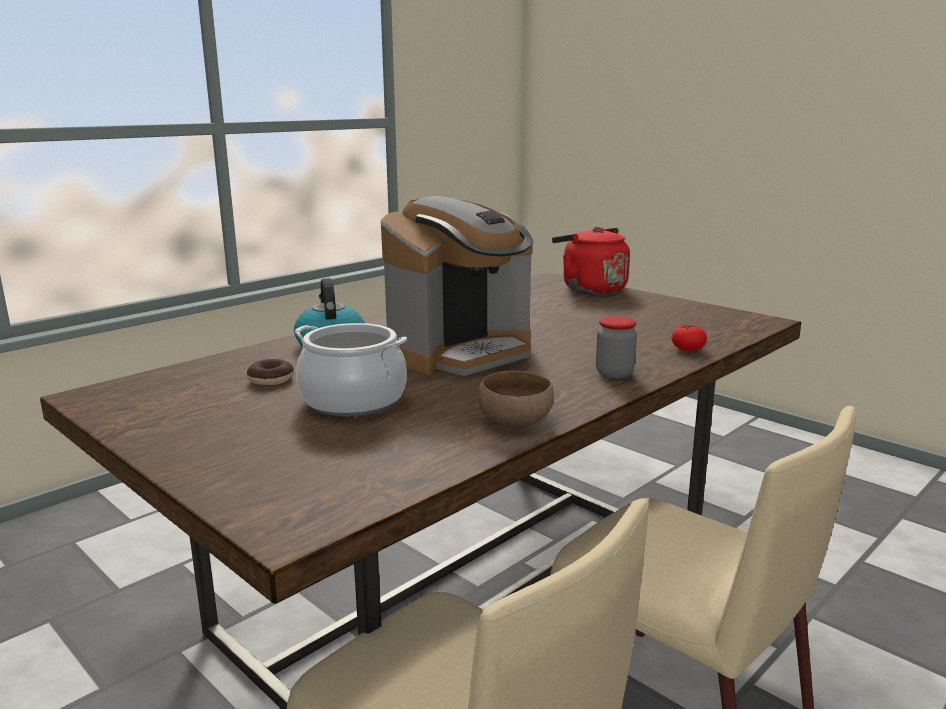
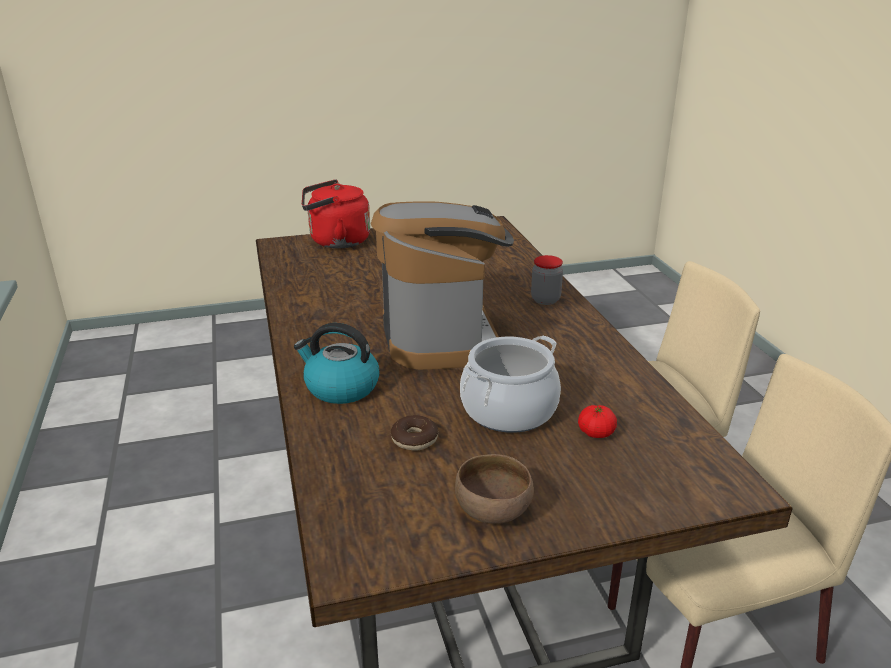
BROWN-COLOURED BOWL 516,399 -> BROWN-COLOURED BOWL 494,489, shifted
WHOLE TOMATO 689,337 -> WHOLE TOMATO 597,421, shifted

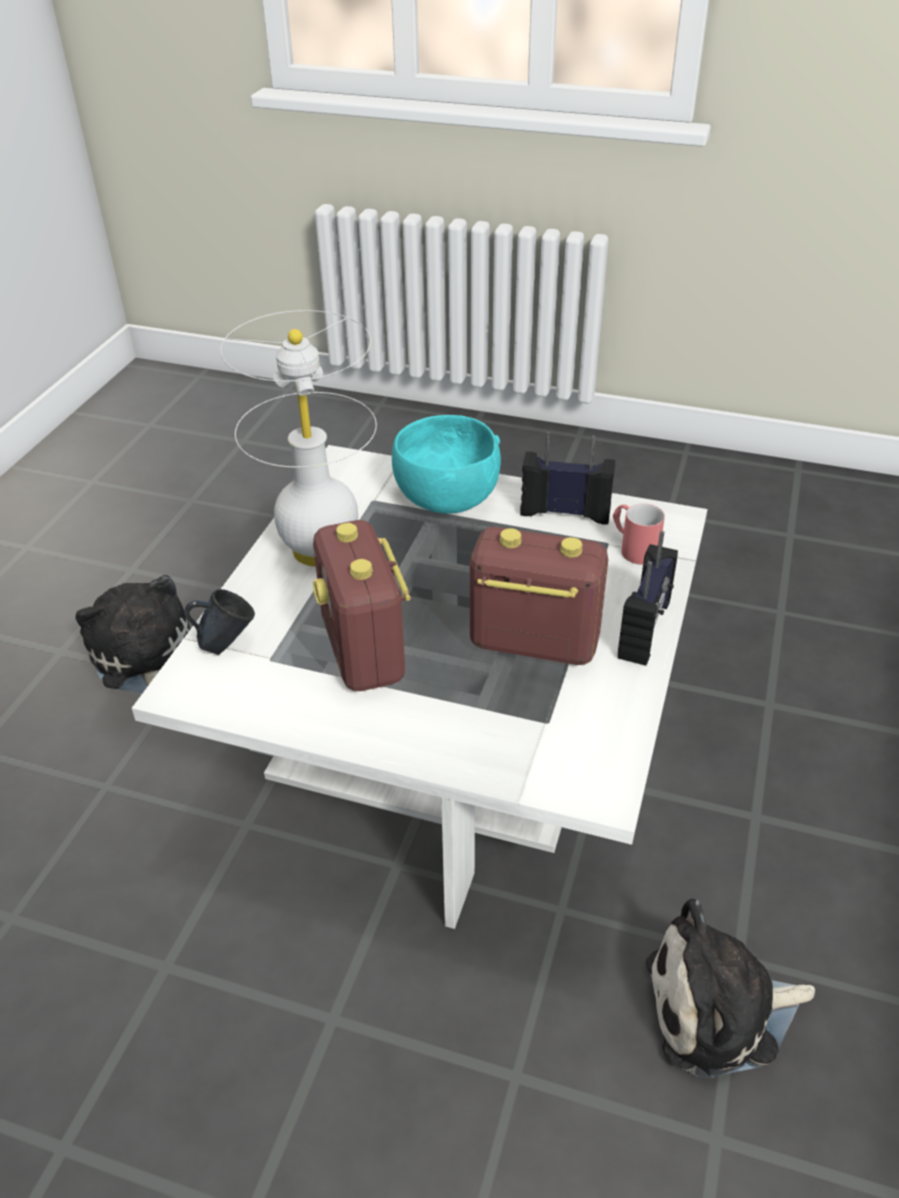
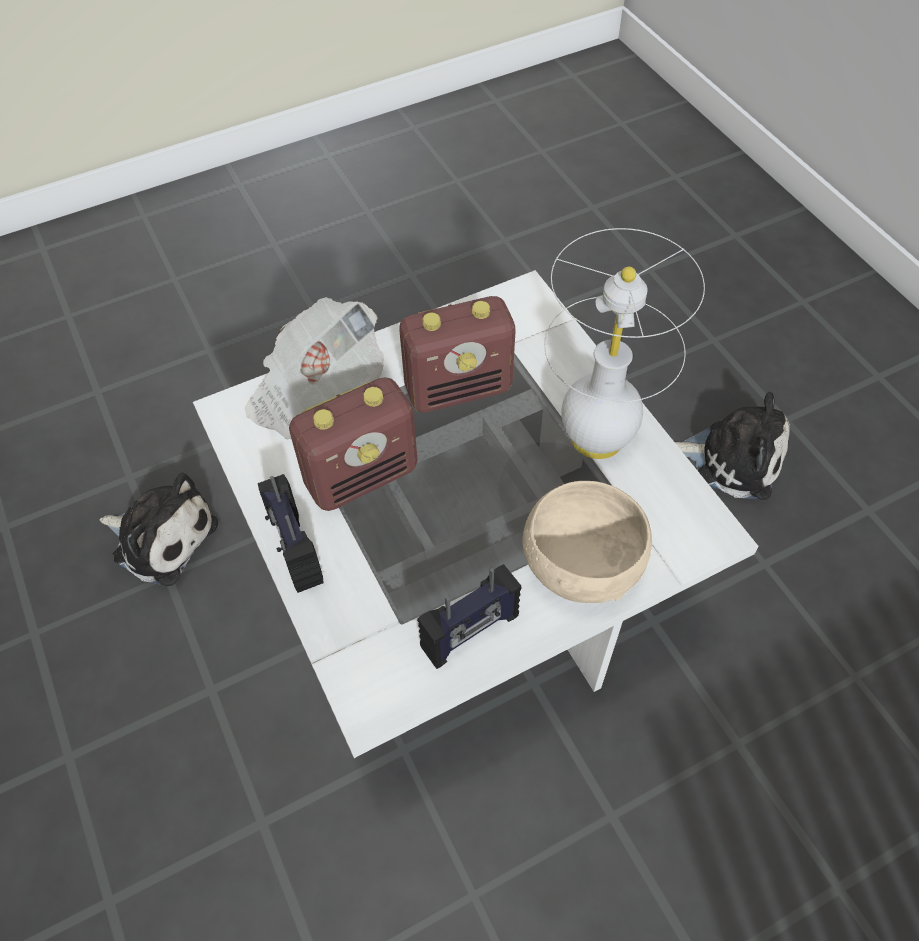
BLUE-COLOURED COFFEE MUG 219,622 -> none
REDDISH COFFEE MUG 639,534 -> none
none -> PRINTED PAPER 314,368
TURQUOISE-COLOURED BOWL 446,464 -> SAND-COLOURED BOWL 587,542
RADIO 362,605 -> RADIO 457,354, 135 degrees clockwise
SOFT TOY 730,988 -> SOFT TOY 159,529, 75 degrees clockwise

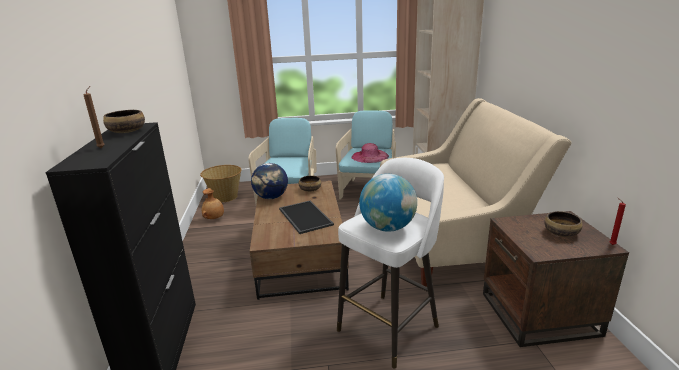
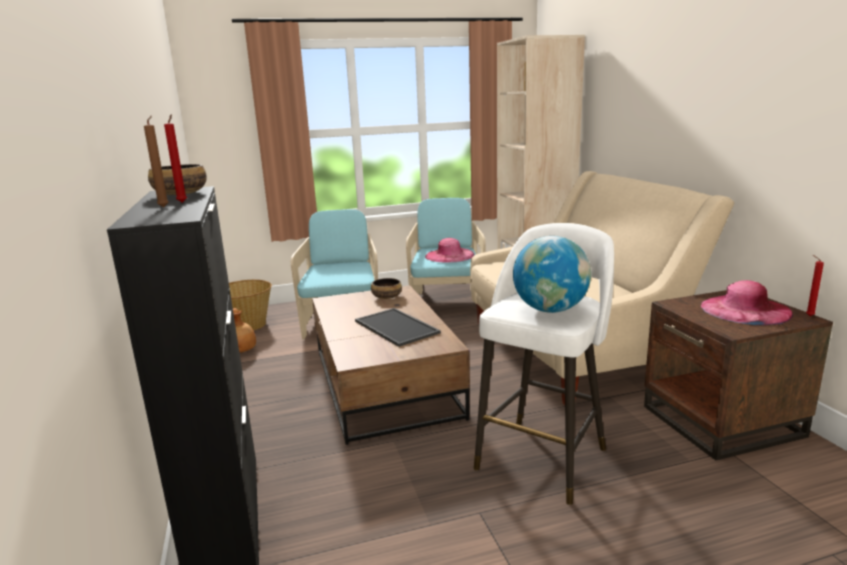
WORLD GLOBE 269,181 -> none
none -> REDDISH WAX CANDLE 175,159
BOWL 563,224 -> PINKISH WEARABLE HAT 747,302

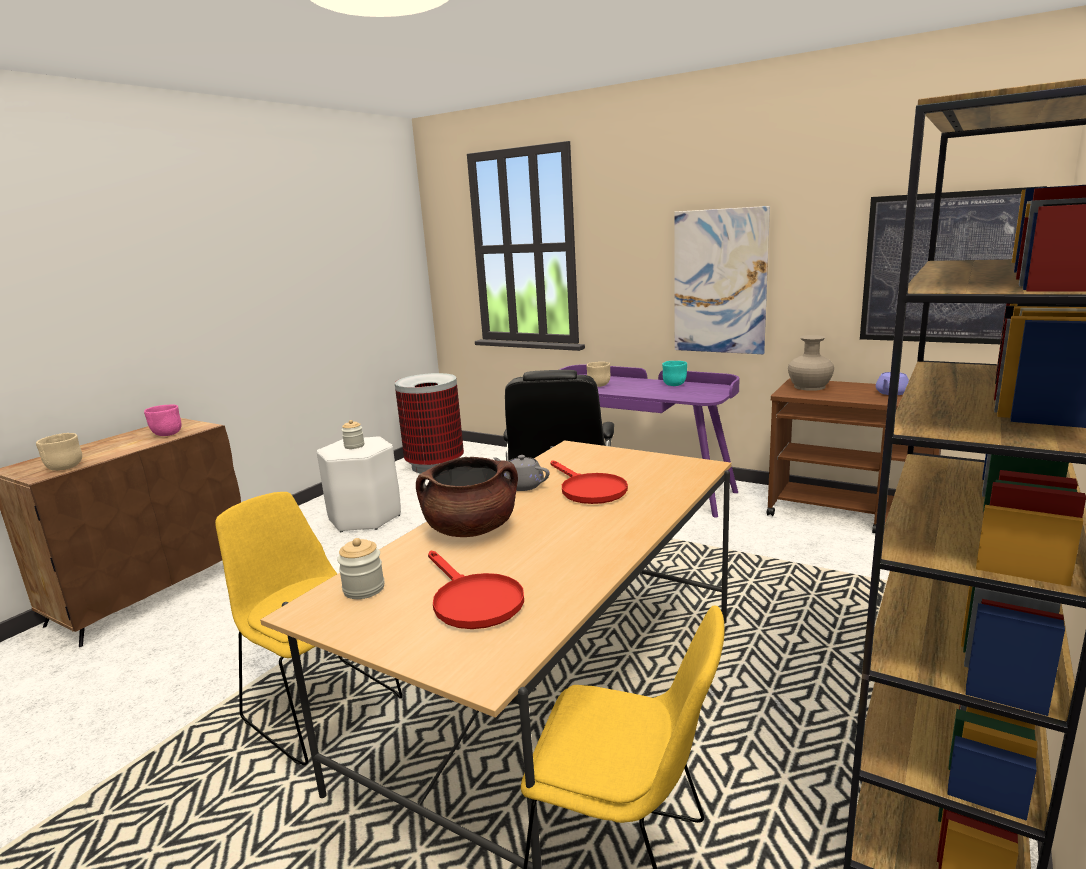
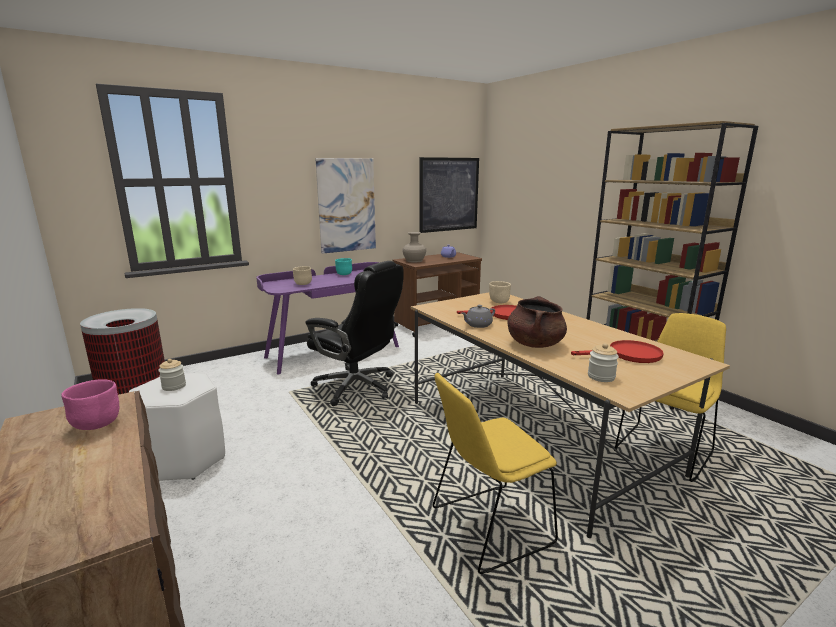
SAND-COLOURED BOWL 59,452 -> SAND-COLOURED BOWL 500,292, shifted

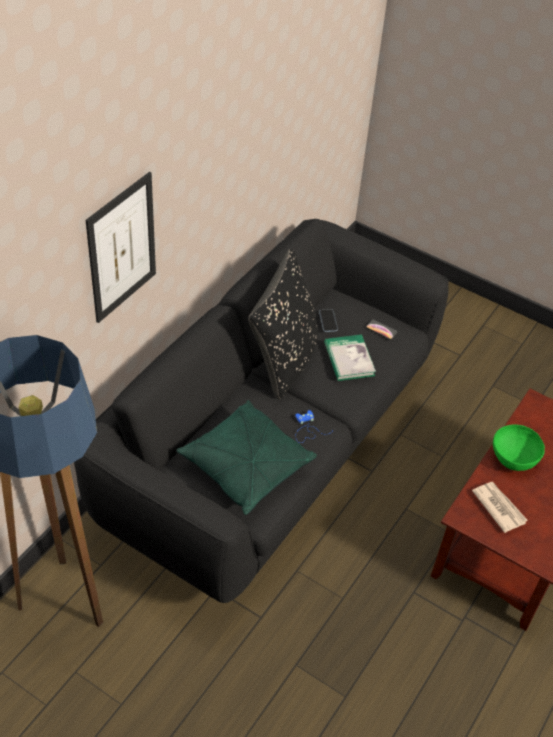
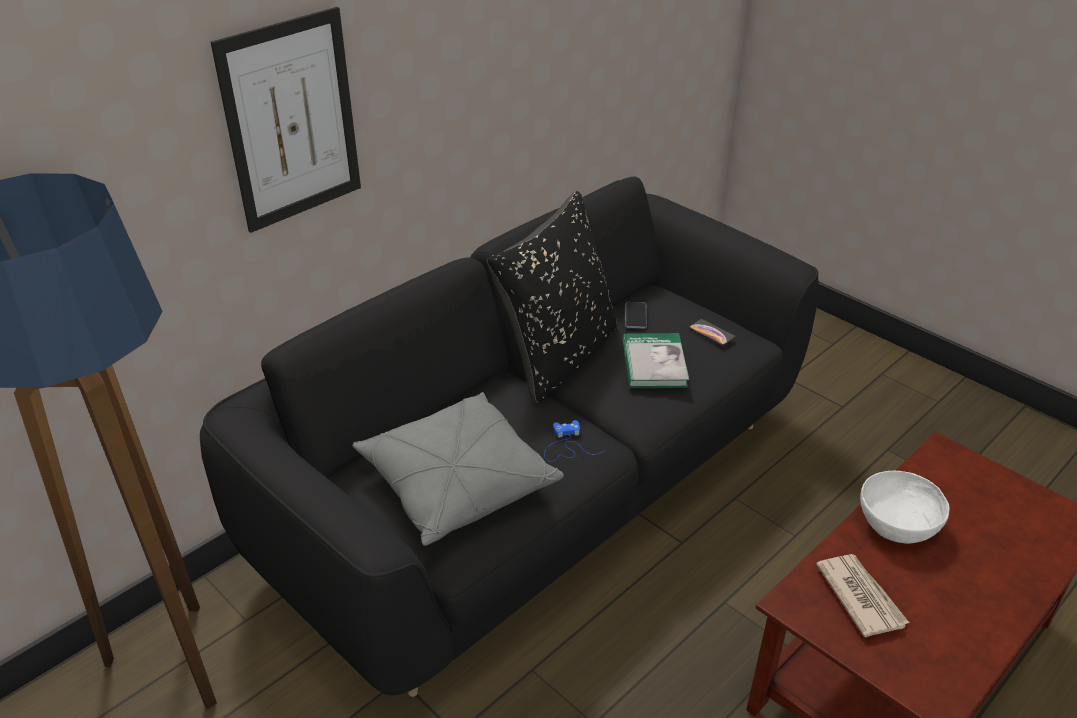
GREEN CUSHION 246,457 -> GREYISH CUSHION 458,469
GREEN BOWL 519,448 -> WHITE BOWL 905,507

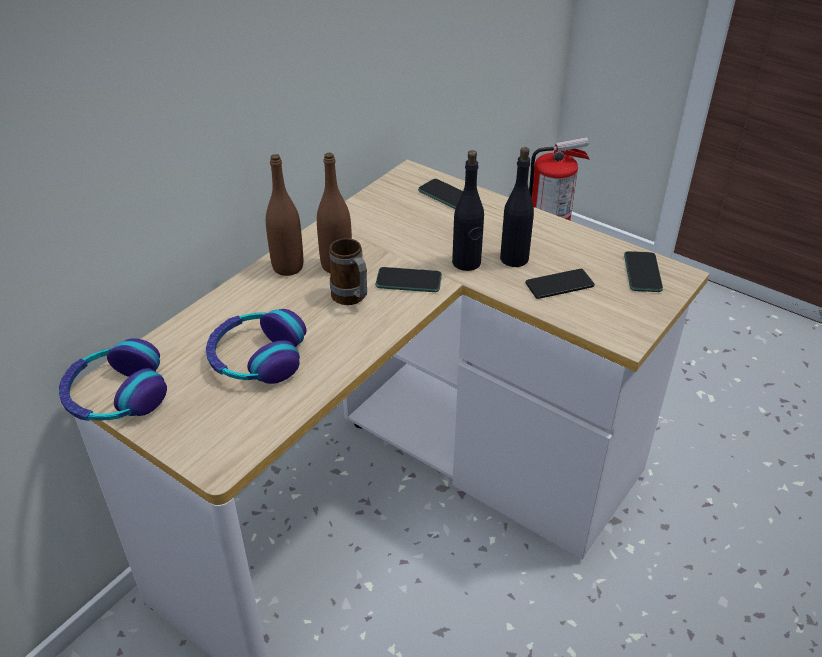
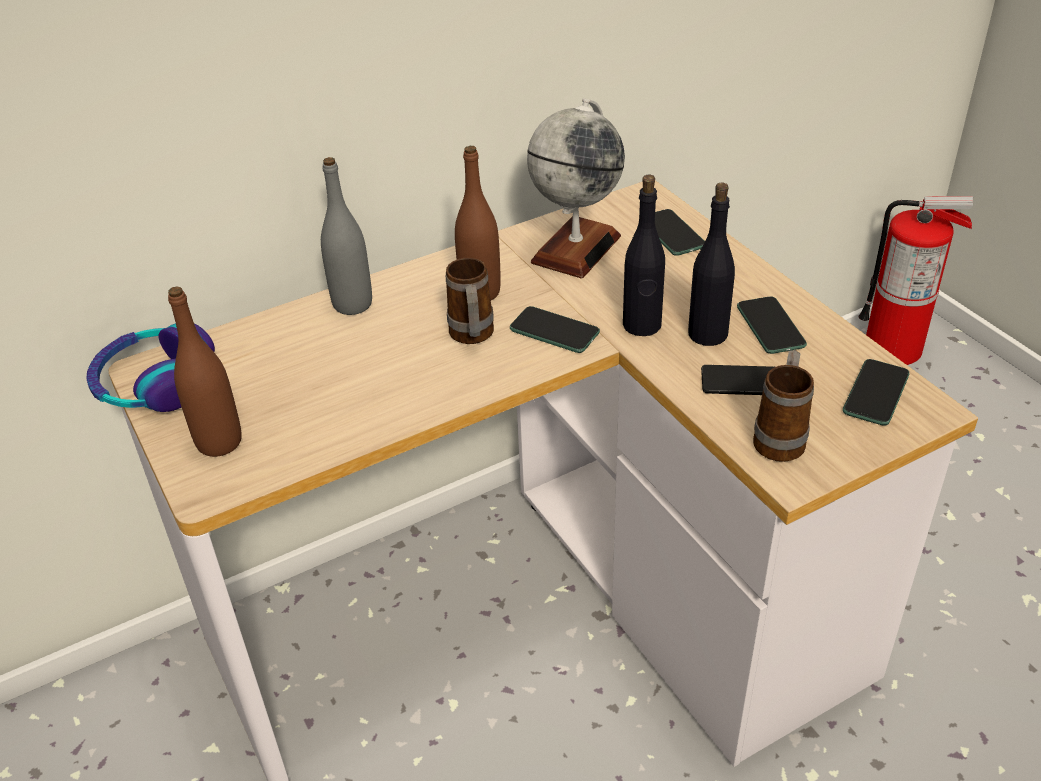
HEADPHONES 256,346 -> none
none -> GREYISH DRINK BOTTLE 346,236
none -> WORLD GLOBE 576,188
none -> TELEPHONE 772,325
none -> COFFEE MUG 783,406
BROWN-COLOURED DRINK BOTTLE 284,215 -> BROWN-COLOURED DRINK BOTTLE 205,371, shifted

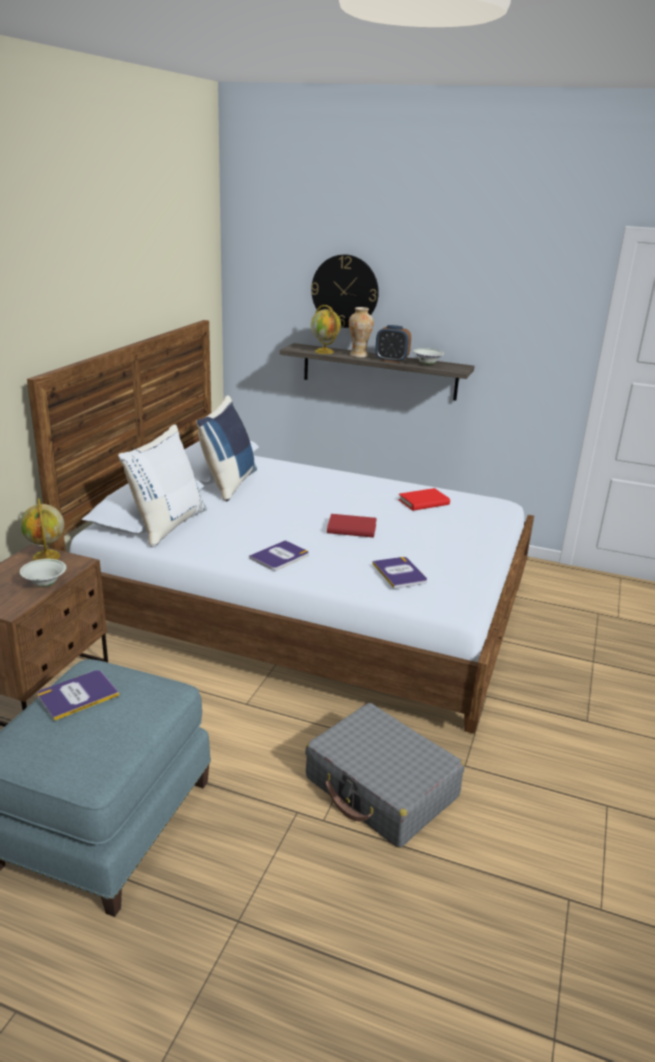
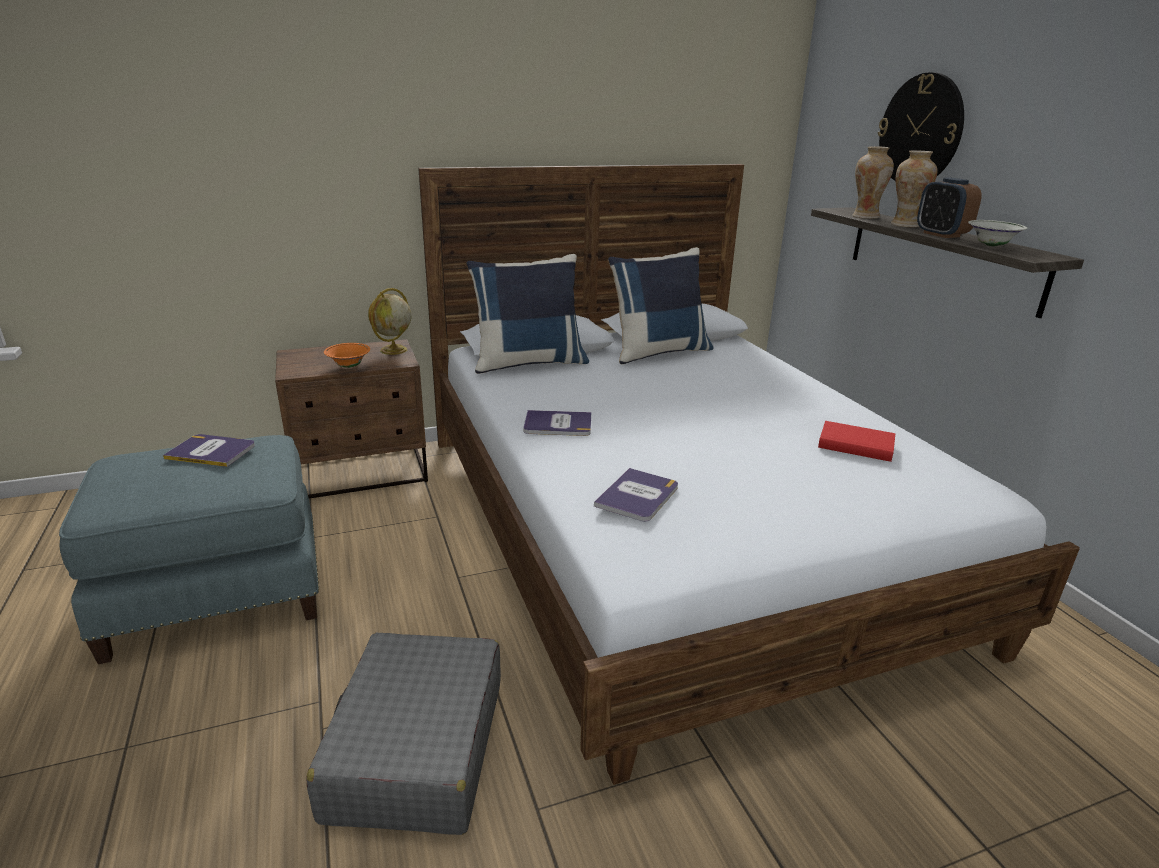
REDDISH BOUND BOOK 352,526 -> none
WORLD GLOBE 326,329 -> VASE 873,182
WHITE BOWL 43,573 -> ORANGE BOWL 347,355
WHITE CUSHION 163,485 -> BLUE-COLOURED CUSHION 527,314

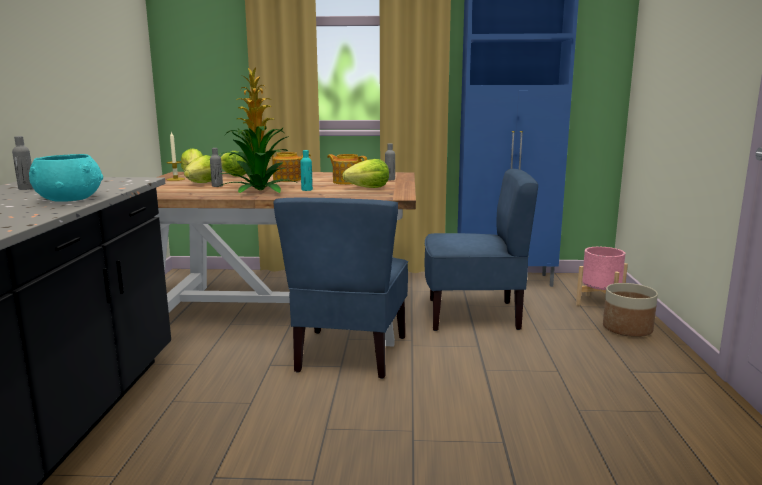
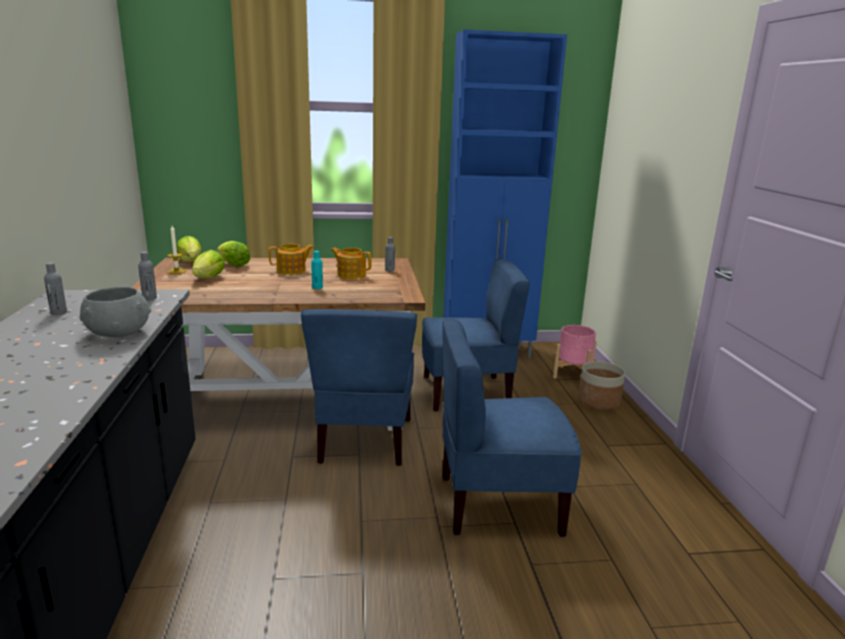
PLANT IN A POT 258,130 -> none
LETTUCE HEAD 365,173 -> none
none -> BLUE-COLOURED CHAIR 512,428
GREYISH DRINK BOTTLE 216,167 -> GREYISH DRINK BOTTLE 147,276, shifted
TURQUOISE-COLOURED BOWL 66,178 -> GREYISH BOWL 115,312

